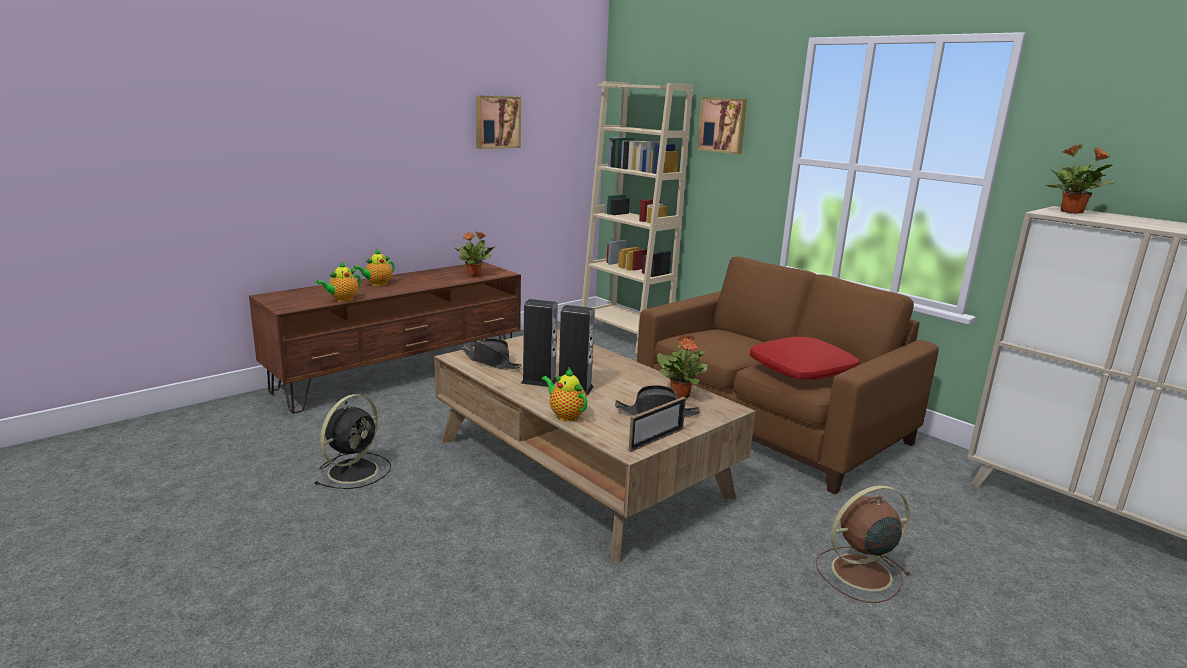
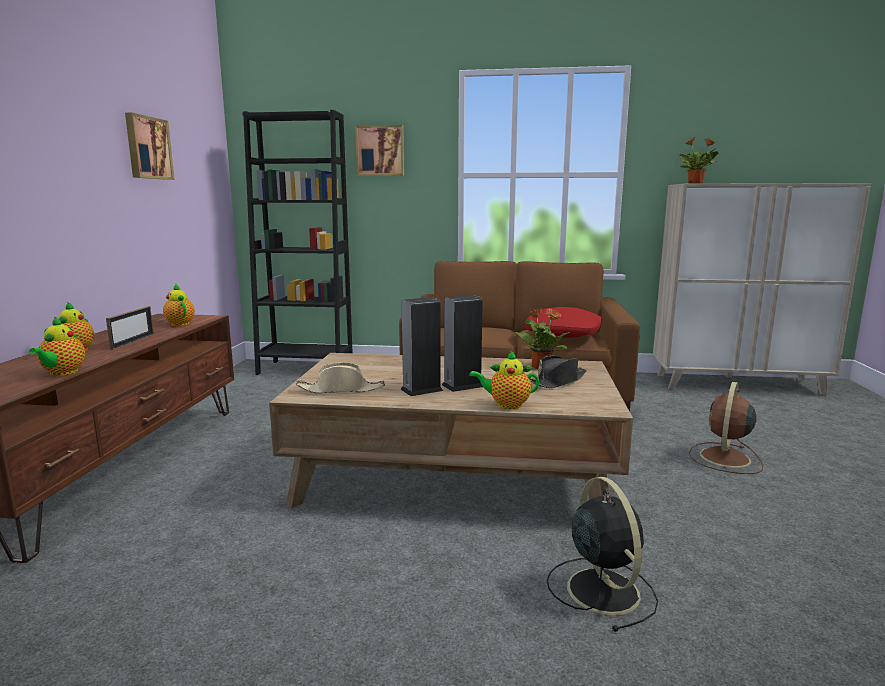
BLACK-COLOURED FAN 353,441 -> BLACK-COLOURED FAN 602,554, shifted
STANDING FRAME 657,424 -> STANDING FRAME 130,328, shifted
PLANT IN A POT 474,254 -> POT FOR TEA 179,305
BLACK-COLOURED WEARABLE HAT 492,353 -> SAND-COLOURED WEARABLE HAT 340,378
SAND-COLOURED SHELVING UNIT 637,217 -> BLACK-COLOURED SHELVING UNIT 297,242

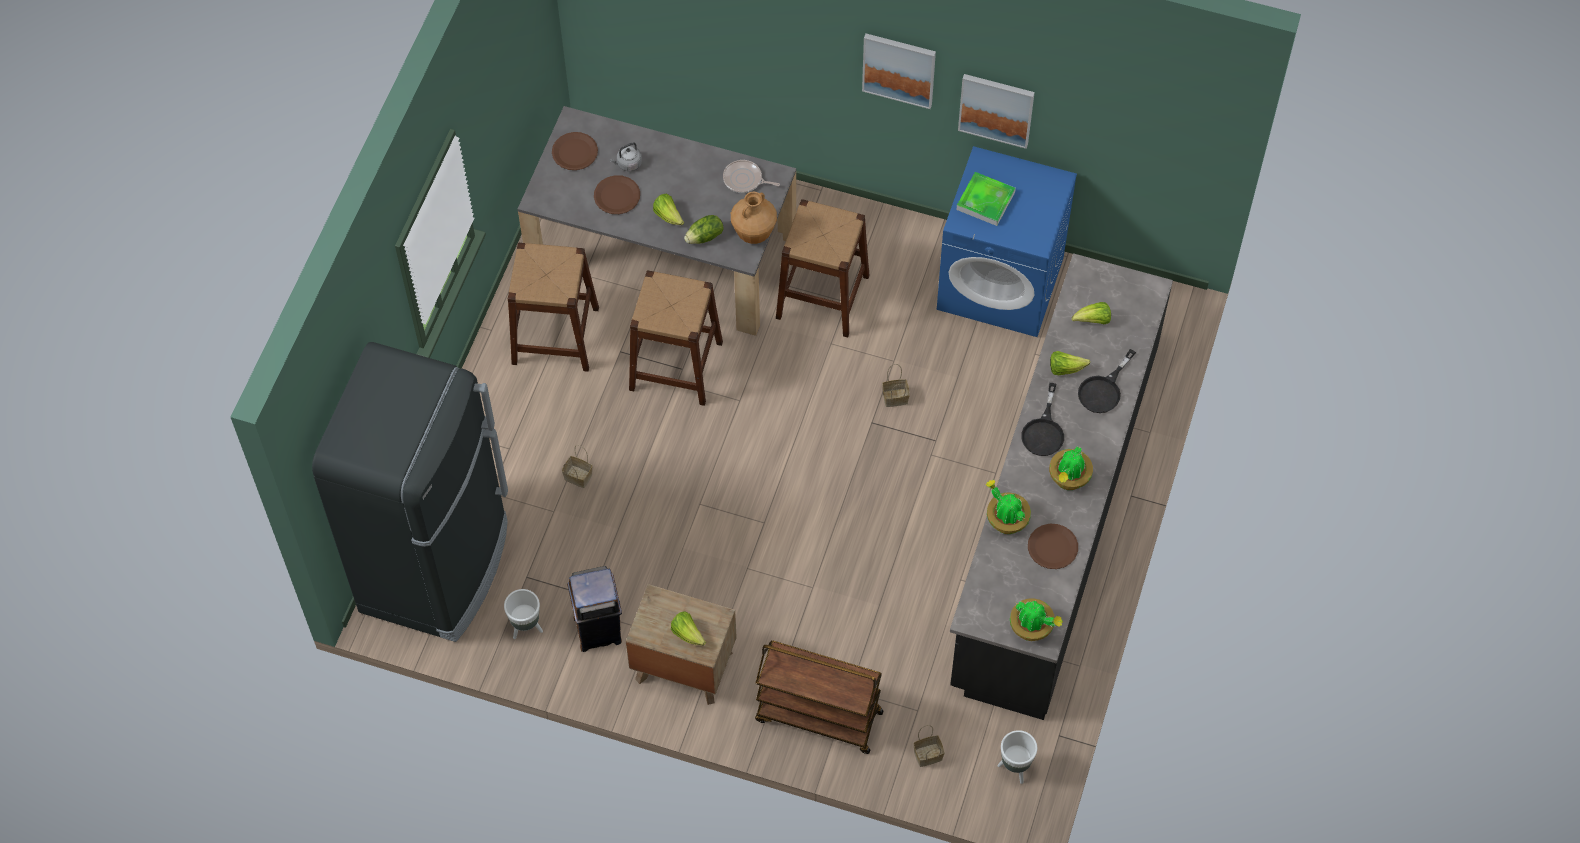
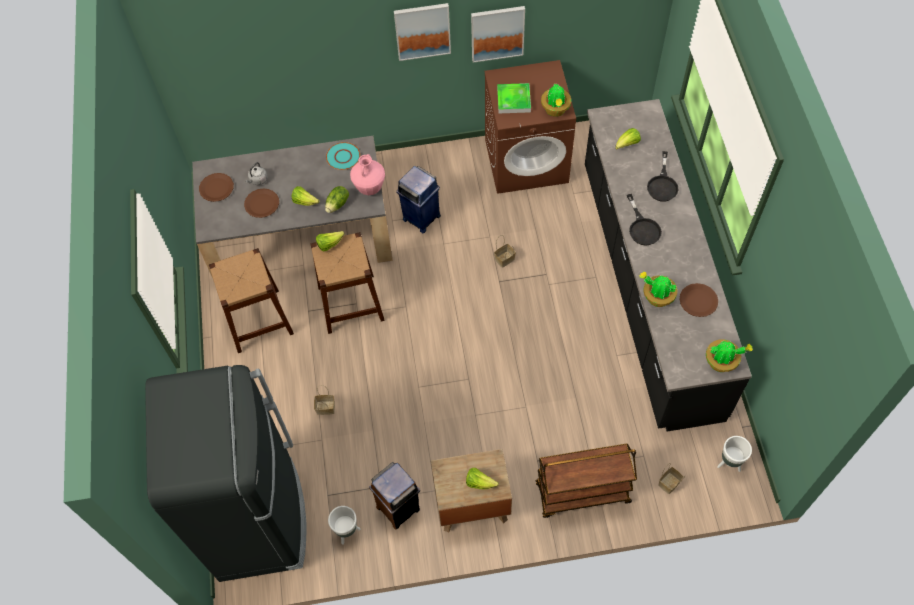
PLANT IN A POT 1071,468 -> PLANT IN A POT 556,100, shifted
LETTUCE HEAD 1070,363 -> LETTUCE HEAD 330,241, shifted
PAN 751,176 -> TURQUOISE-COLOURED DINNER PLATE 343,156
BROWN-COLOURED SITTING STOOL 823,268 -> BLUE-COLOURED TRASH CAN 418,200
BROWN-COLOURED VASE 754,218 -> PINKISH VASE 367,174
BLUE-COLOURED LAUNDRY MACHINE 1007,241 -> BROWN-COLOURED LAUNDRY MACHINE 530,127

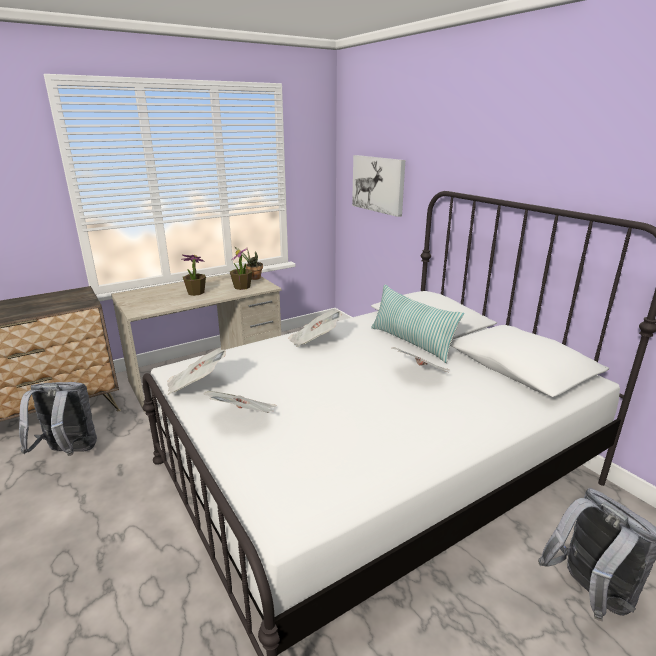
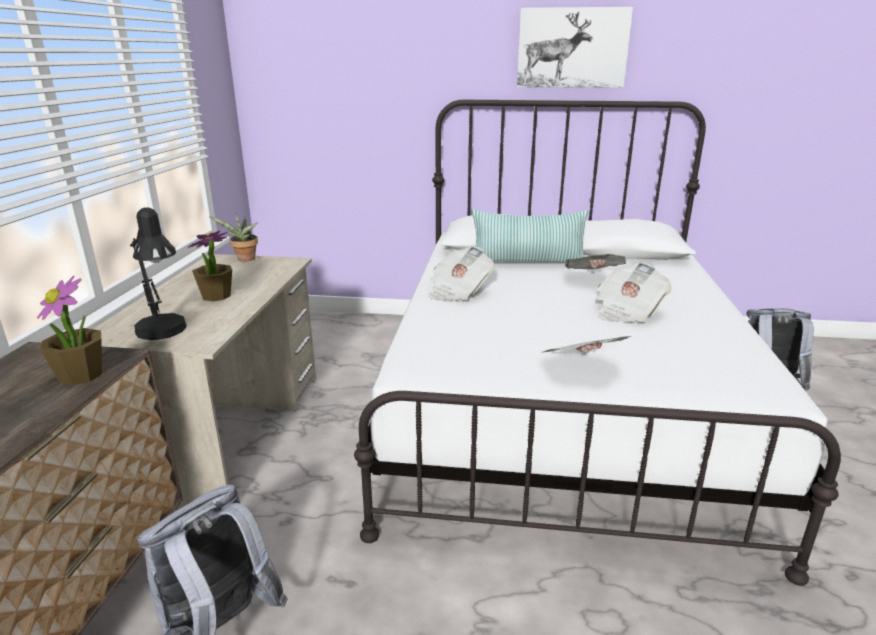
none -> BLACK-COLOURED TABLE LAMP 158,273
PRINTED PAPER 196,371 -> PRINTED PAPER 633,292, shifted
PLANT IN A POT 241,269 -> PLANT IN A POT 69,330, shifted
WALL ART 378,186 -> WALL ART 575,47, shifted

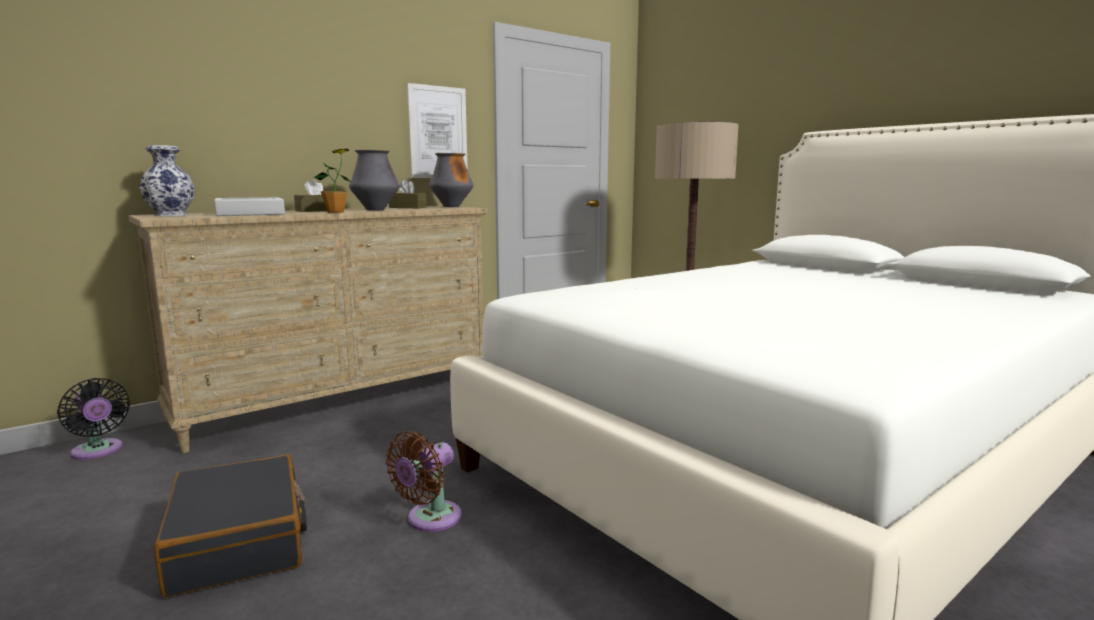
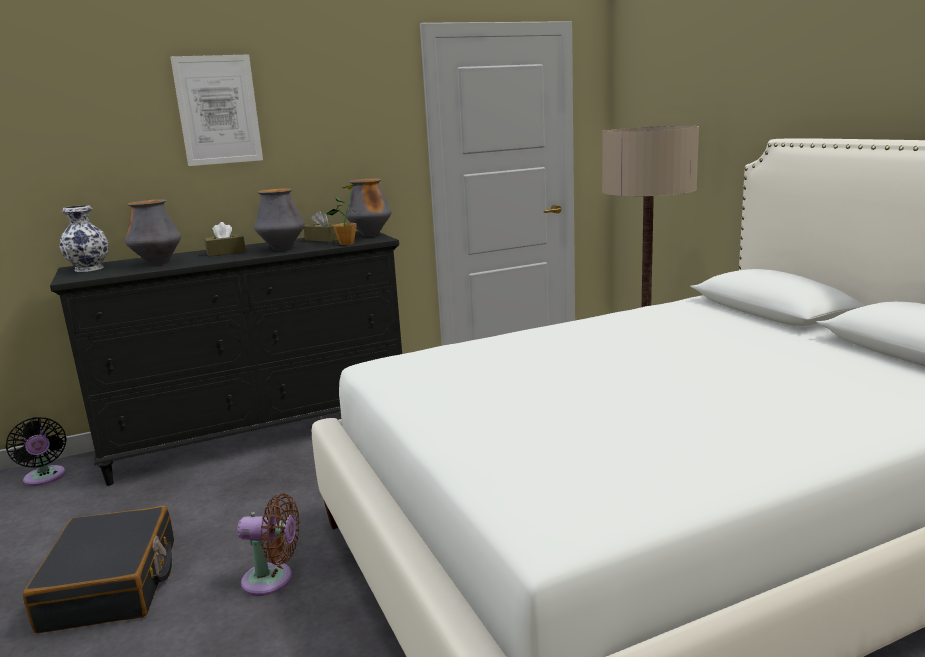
PLANT IN A POT 332,181 -> PLANT IN A POT 342,215, shifted
WALL ART 437,130 -> WALL ART 216,110, shifted
GREYISH CARRYING TRAY 249,206 -> VASE 153,232
SAND-COLOURED DRESSER 308,329 -> BLACK-COLOURED DRESSER 226,358
BROWN-COLOURED FAN 424,481 -> BROWN-COLOURED FAN 268,544, 135 degrees counterclockwise

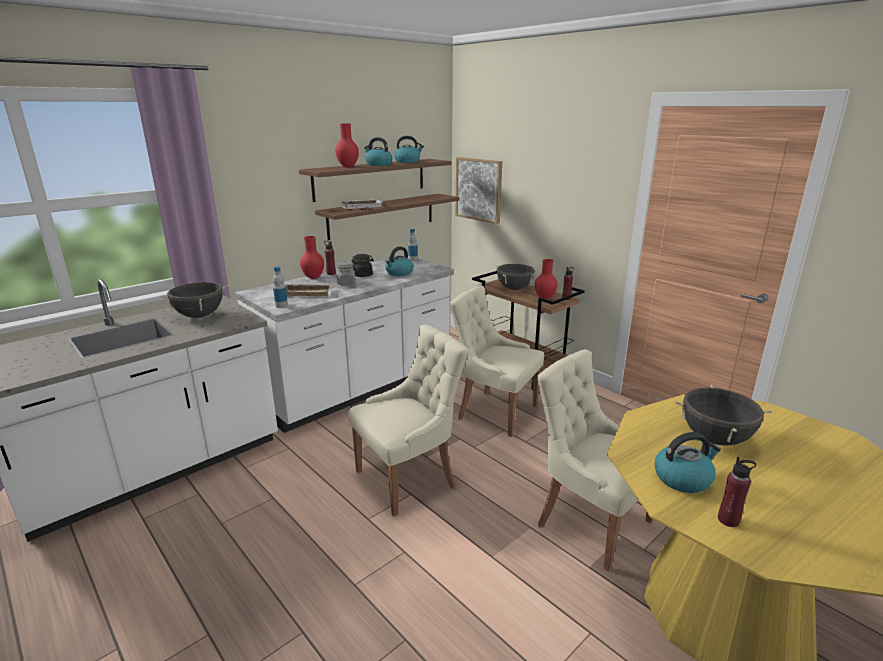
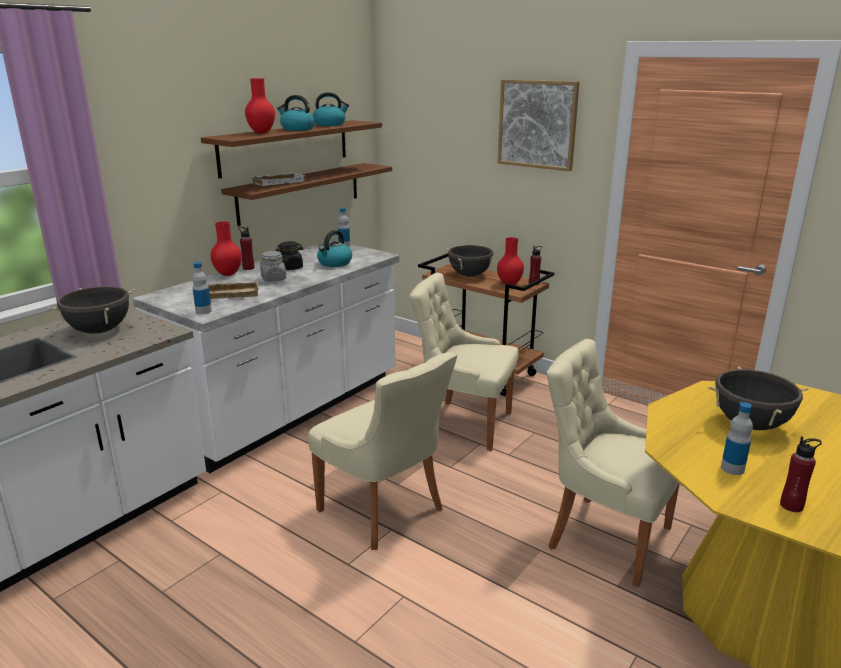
WALL ART 479,190 -> WALL ART 539,125, shifted
TEA KETTLE 687,462 -> DRINK BOTTLE 737,438
SAND-COLOURED CHAIR 408,420 -> SAND-COLOURED CHAIR 382,451, 90 degrees clockwise

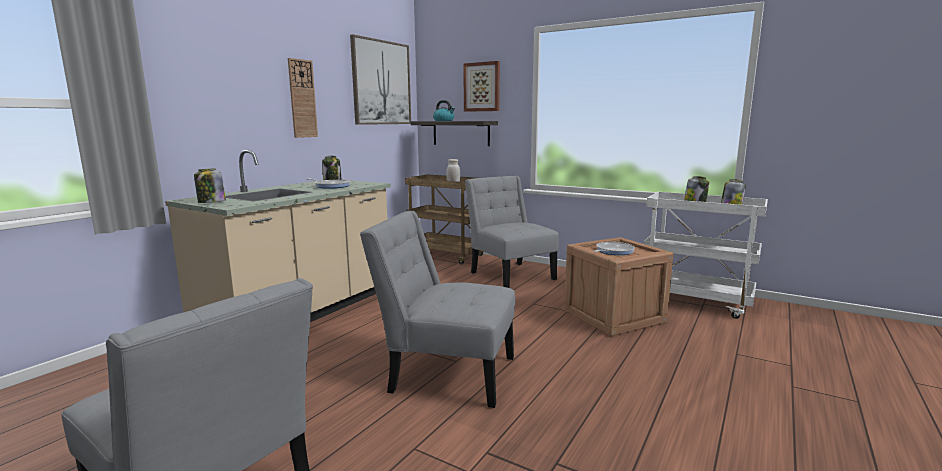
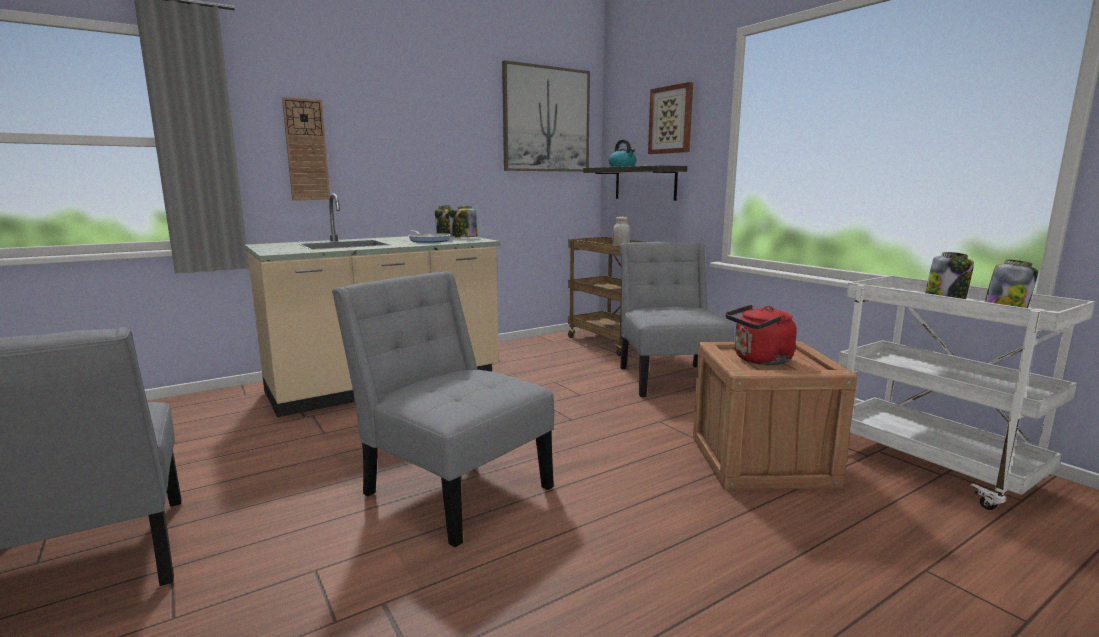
JAR 210,185 -> JAR 465,221, shifted
CLOCK ON THE WALL 303,98 -> CLOCK ON THE WALL 306,148, shifted
PAN 614,248 -> REDDISH TEA KETTLE 761,335

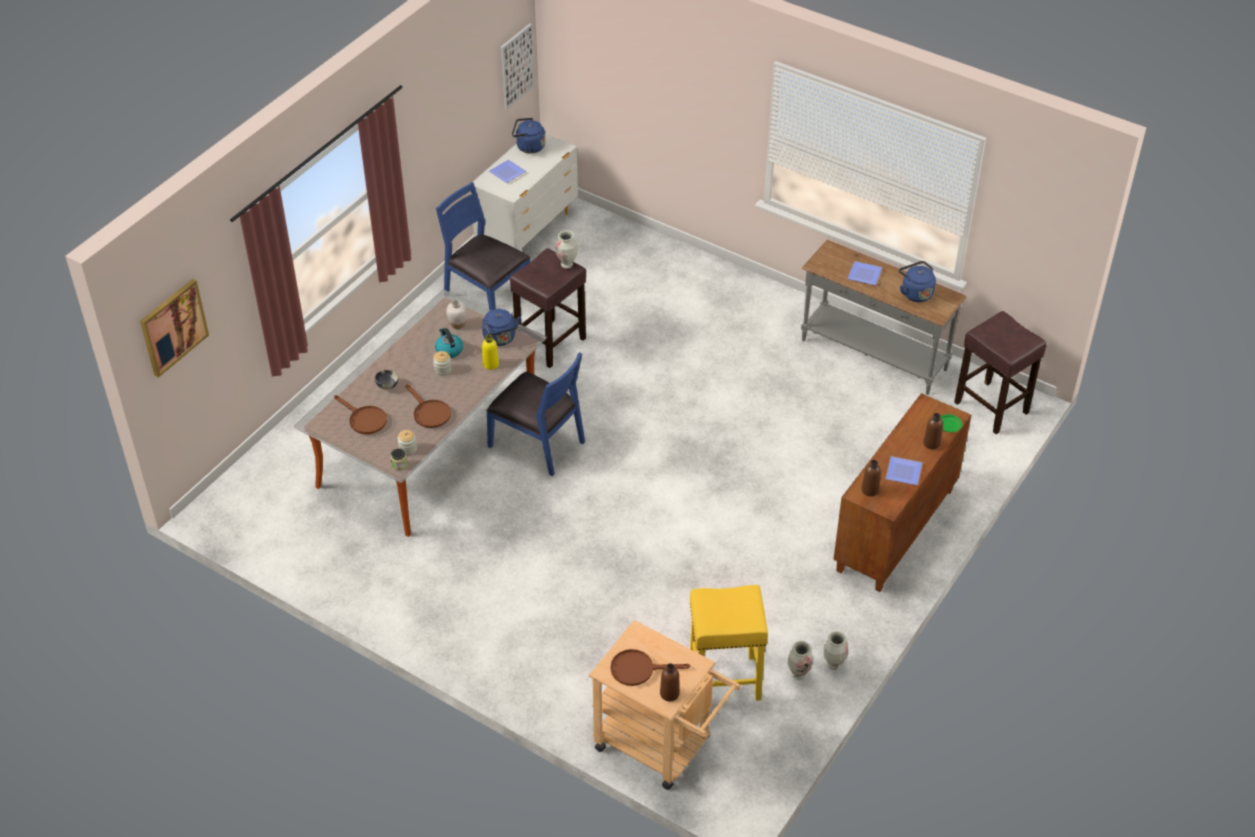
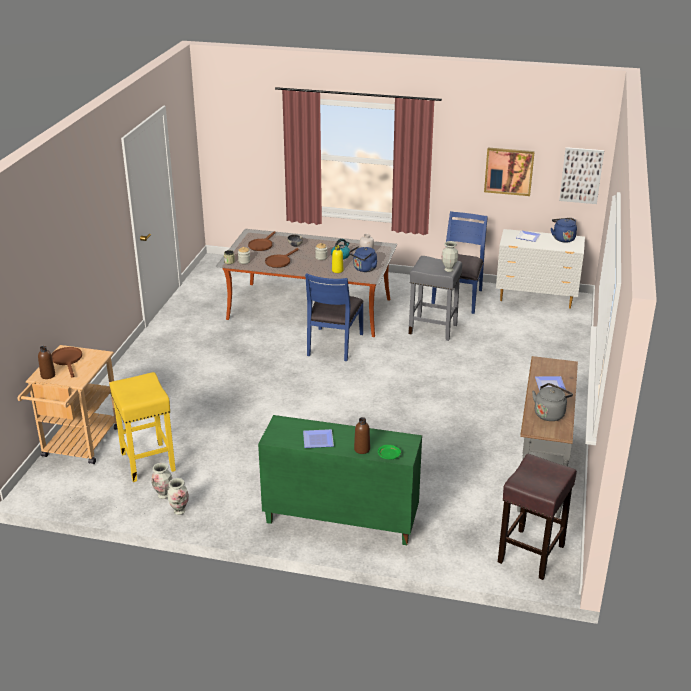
BROWN-COLOURED DRINK BOTTLE 871,478 -> none
WALL ART 174,328 -> WALL ART 509,172, shifted
BROWN-COLOURED SITTING STOOL 548,308 -> GREYISH SITTING STOOL 435,298
BROWN-COLOURED CUPBOARD 902,492 -> GREEN CUPBOARD 340,480
BLUE-COLOURED TEA KETTLE 917,281 -> GREYISH TEA KETTLE 552,402

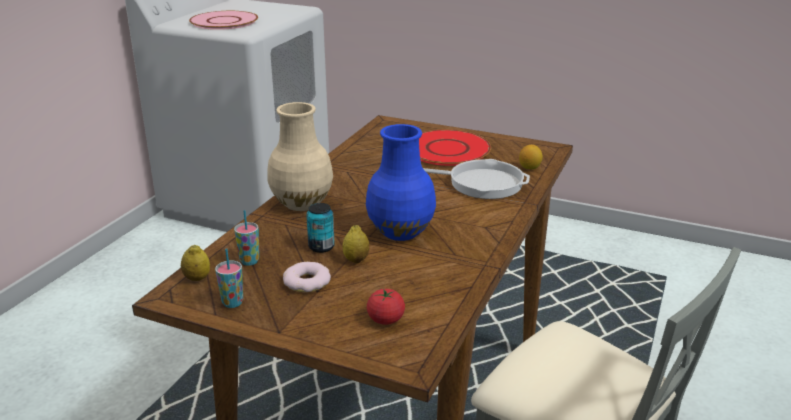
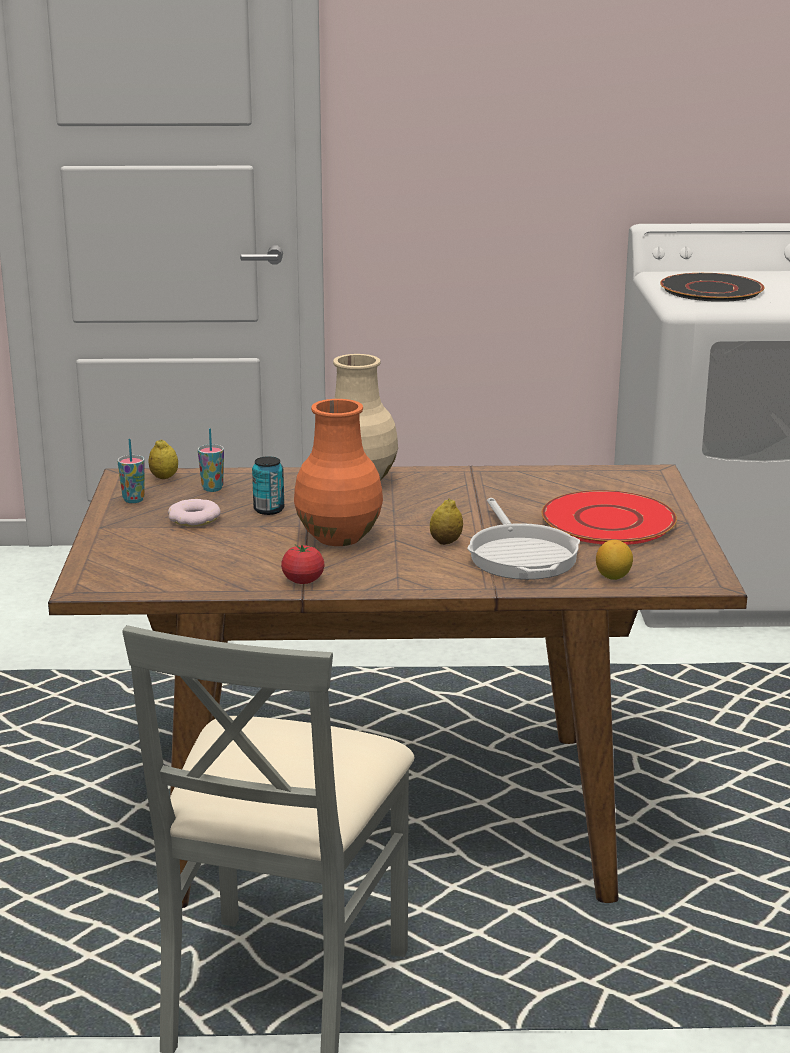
WHOLE LEMON 355,244 -> WHOLE LEMON 446,522, shifted
WHOLE TOMATO 386,306 -> WHOLE TOMATO 302,564, shifted
PINKISH DINNER PLATE 223,20 -> BLACK-COLOURED DINNER PLATE 712,287
BLUE-COLOURED VASE 401,182 -> ORANGE VASE 338,472

